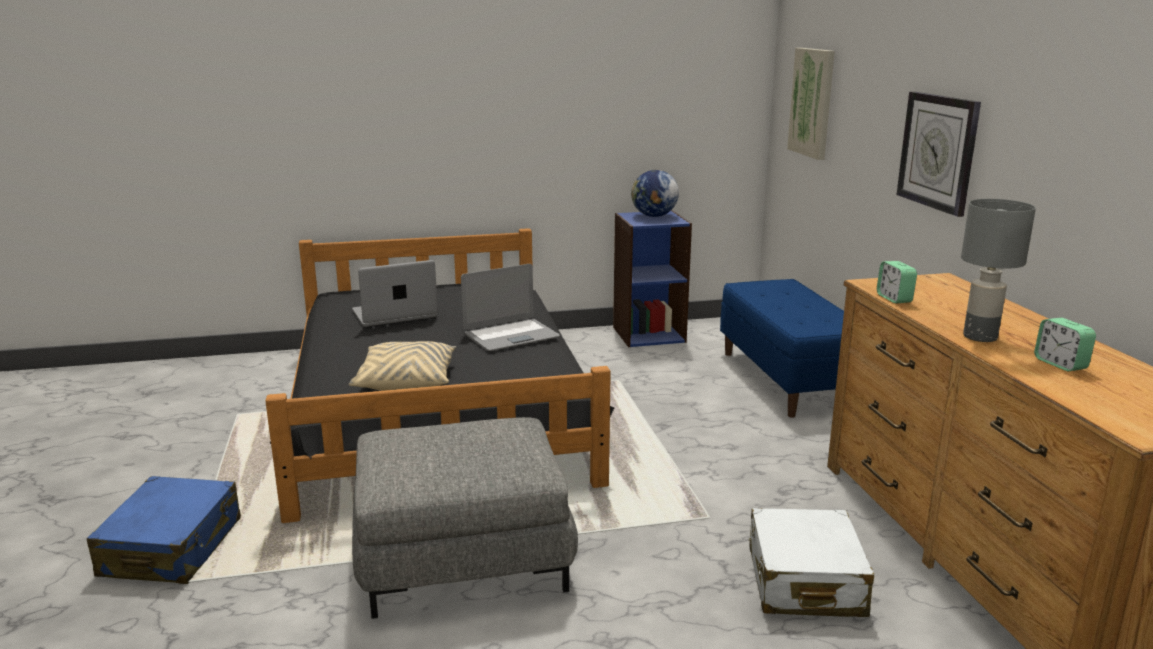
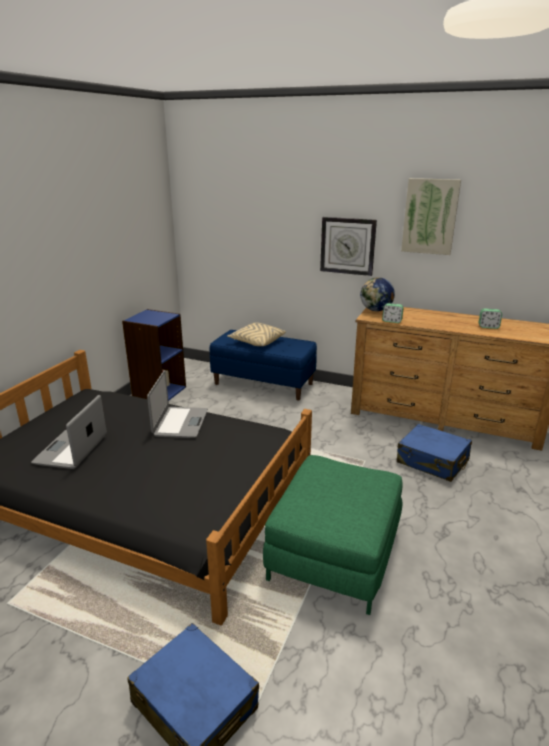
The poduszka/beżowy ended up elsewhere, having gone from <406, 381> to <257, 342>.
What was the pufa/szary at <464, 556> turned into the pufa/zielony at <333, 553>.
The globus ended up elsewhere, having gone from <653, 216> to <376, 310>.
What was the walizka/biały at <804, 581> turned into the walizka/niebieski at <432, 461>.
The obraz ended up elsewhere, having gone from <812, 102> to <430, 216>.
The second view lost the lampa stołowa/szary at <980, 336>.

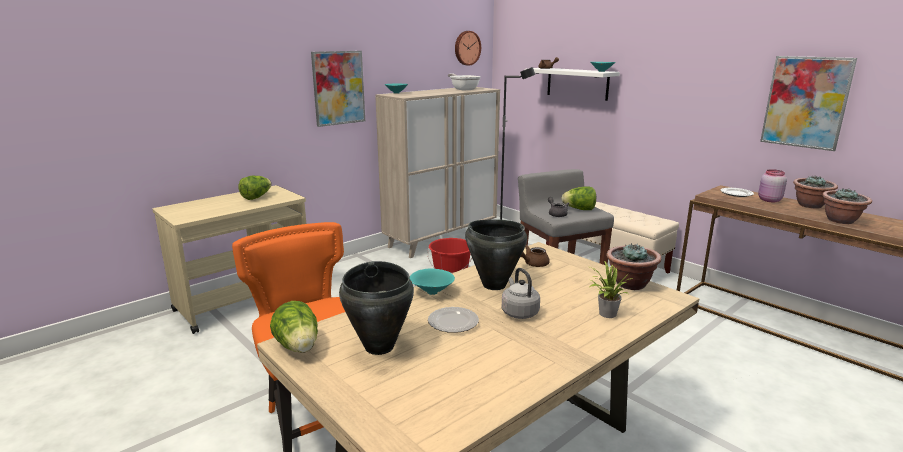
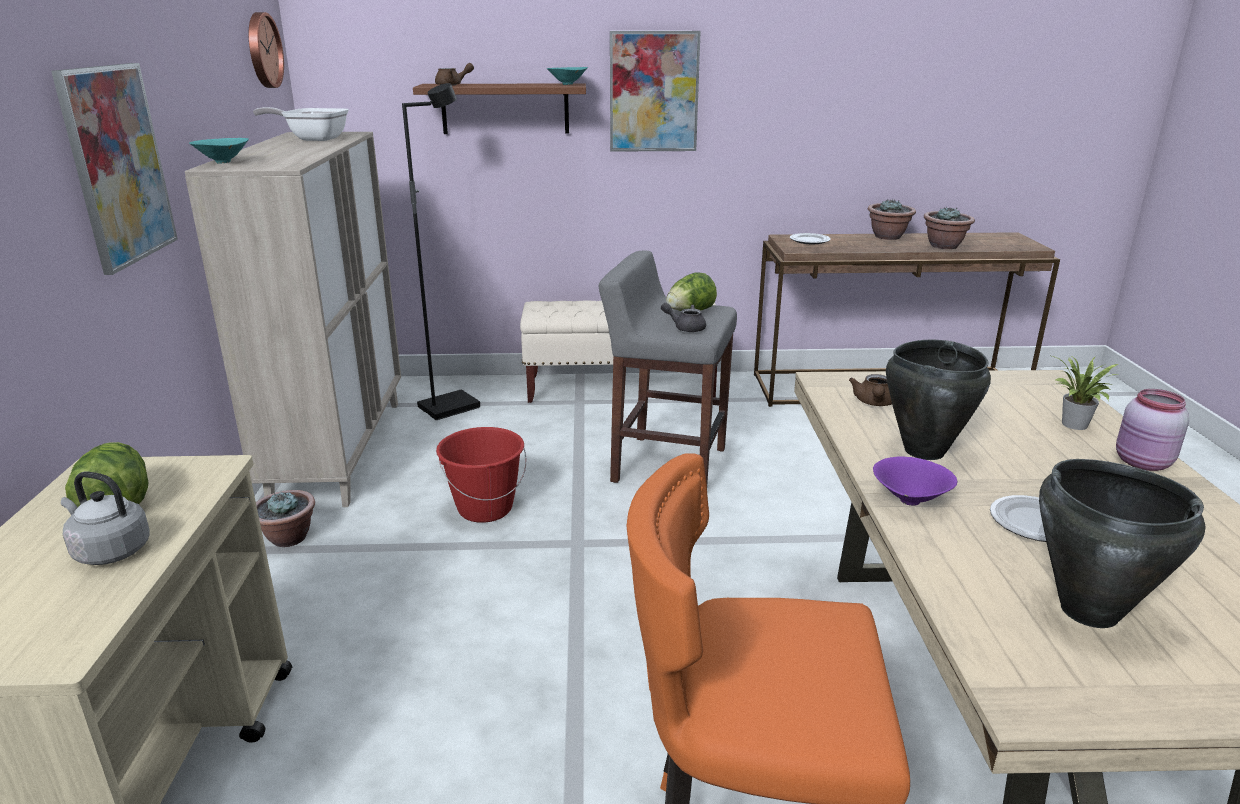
The czajnik/szary ended up elsewhere, having gone from <519, 312> to <109, 551>.
The roślina doniczkowa ended up elsewhere, having gone from <630, 284> to <288, 538>.
What was the półka/biały at <577, 83> turned into the półka/brązowy at <505, 108>.
The obraz ended up elsewhere, having gone from <806, 102> to <653, 92>.
What was the miska/turkusowy at <431, 292> turned into the miska/fioletowy at <909, 502>.
The słoik/różowy ended up elsewhere, having gone from <769, 200> to <1142, 463>.
The second view lost the sałata at <299, 347>.

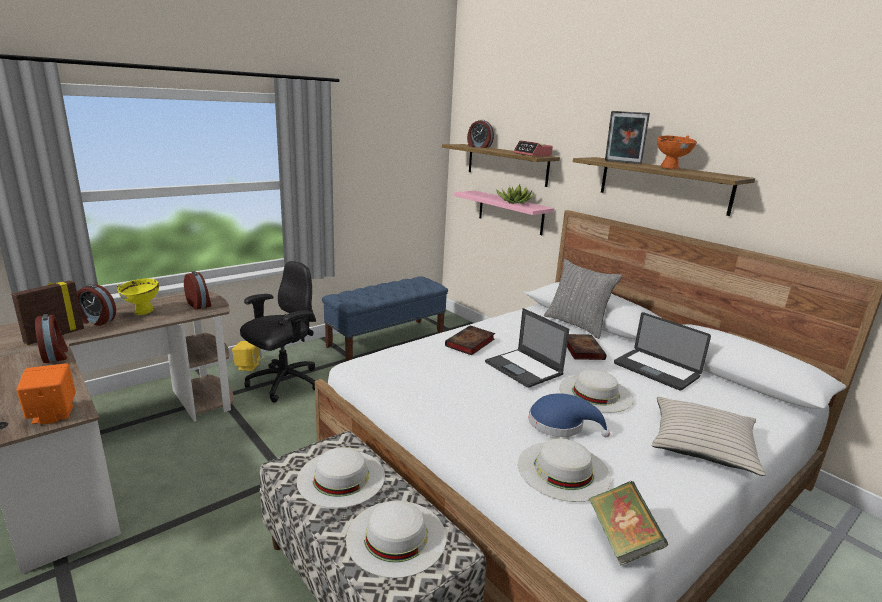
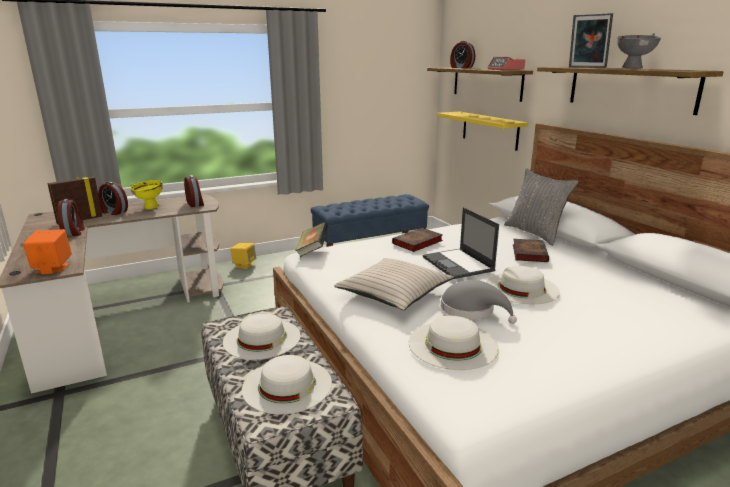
The książka ended up elsewhere, having gone from <622, 539> to <312, 251>.
The poduszka/beżowy ended up elsewhere, having gone from <702, 444> to <394, 293>.
What was the półka/różowy at <510, 212> turned into the półka/żółty at <489, 130>.
What was the kapelusz/niebieski at <560, 424> turned into the kapelusz/szary at <471, 310>.
What was the miska/pomarańczowy at <671, 168> turned into the miska/szary at <633, 68>.
The second view lost the krzesło biurowe/czarny at <283, 383>.
The second view lost the roślina doniczkowa at <515, 202>.
The second view lost the laptop at <655, 370>.

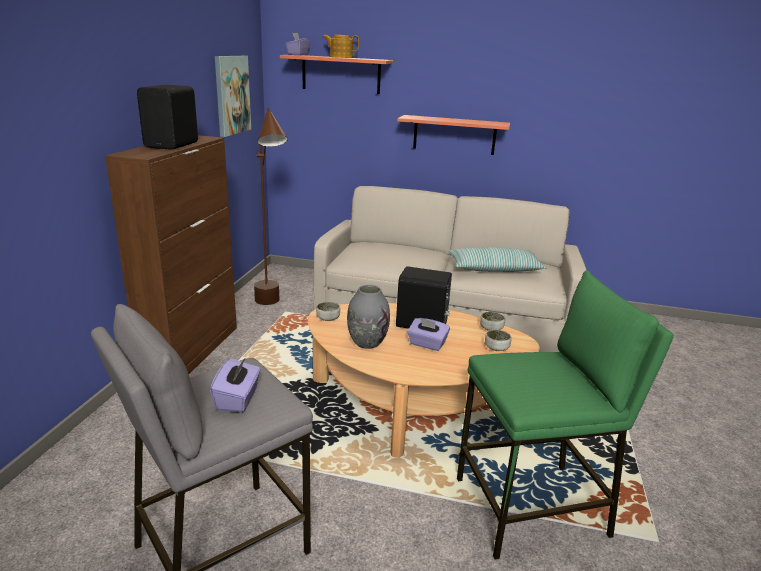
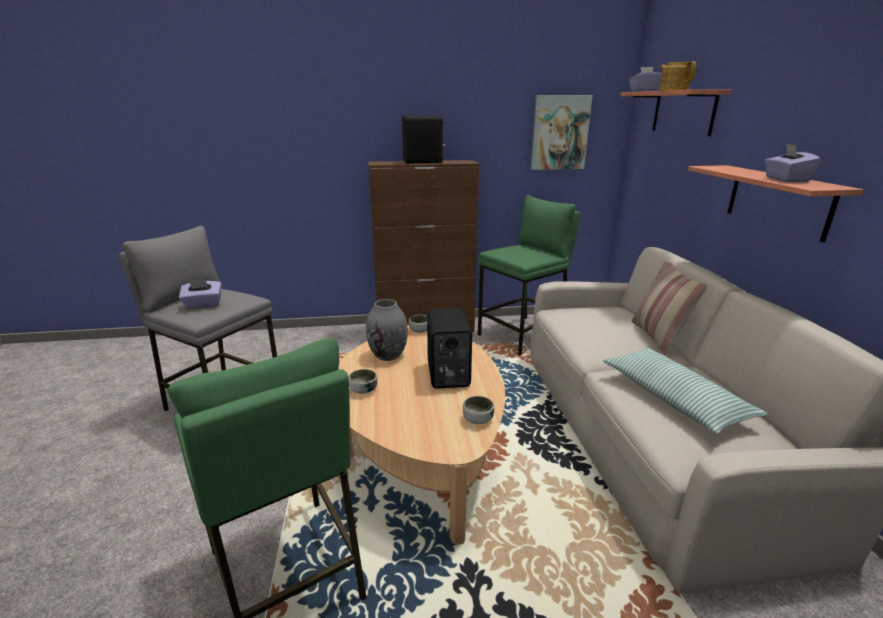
The miska ended up elsewhere, having gone from <496, 348> to <363, 390>.
Where the lampa stojąca/brązowy stood at <272, 308>, the stołek/zielony came to stand at <522, 335>.
The second view gained the poduszka at <658, 337>.
The pudełko chusteczek/fioletowy ended up elsewhere, having gone from <427, 344> to <785, 180>.

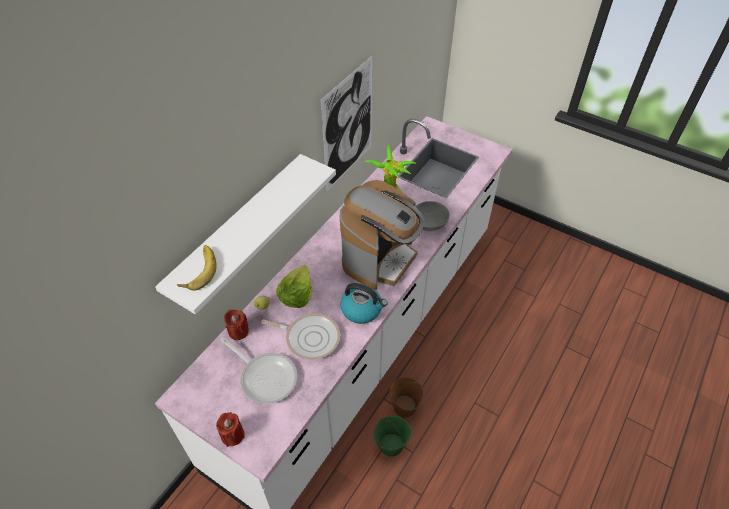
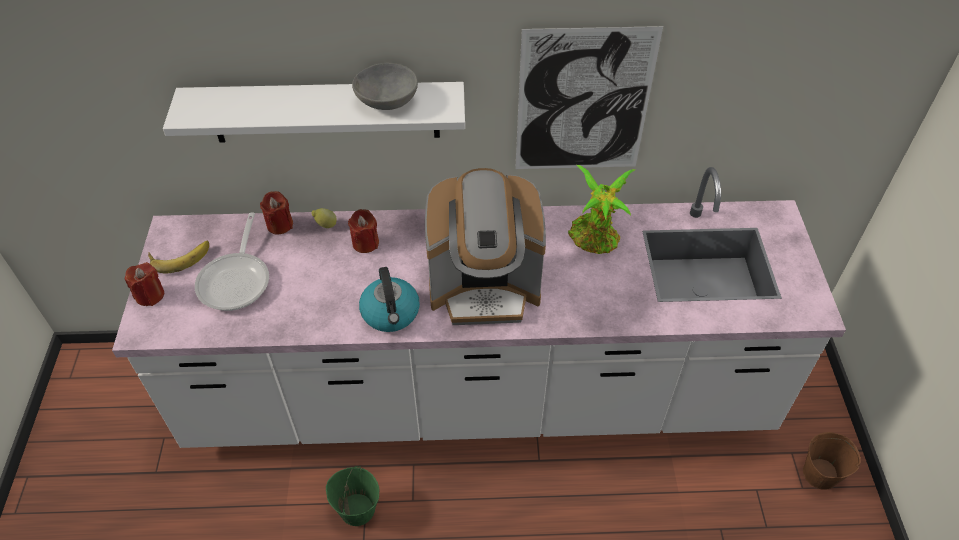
The banan ended up elsewhere, having gone from <198, 270> to <180, 256>.
Where the sałata stood at <296, 295>, the świeca/czerwony came to stand at <365, 243>.
The miska/szary ended up elsewhere, having gone from <429, 223> to <387, 100>.
The wiadro/brązowy ended up elsewhere, having gone from <405, 407> to <819, 474>.
The second view lost the patelnia at <309, 337>.

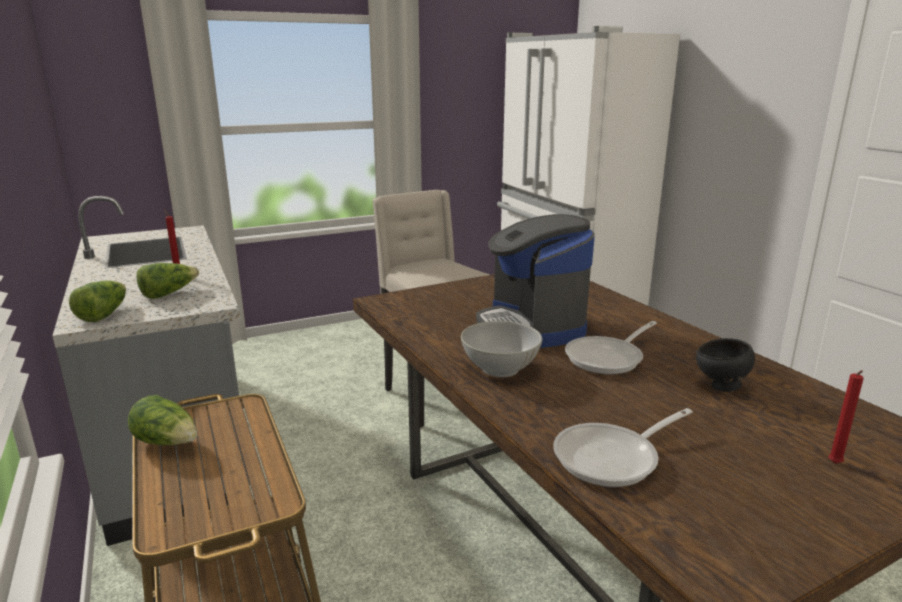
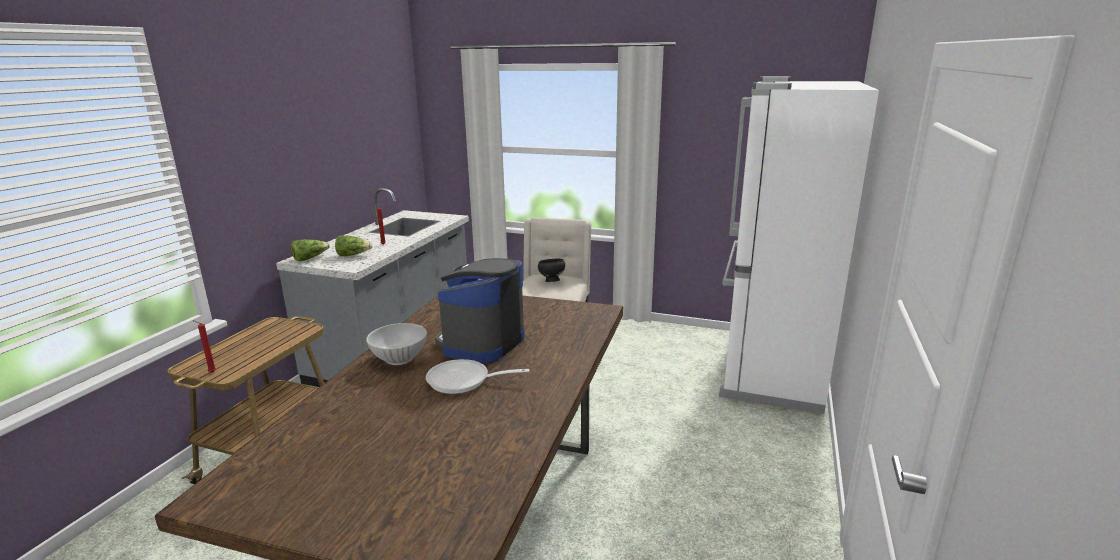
The świeca/czerwony ended up elsewhere, having gone from <835, 464> to <211, 372>.
The miska/czarny ended up elsewhere, having gone from <720, 387> to <551, 281>.
The second view lost the sałata at <168, 442>.
The second view lost the patelnia at <613, 458>.

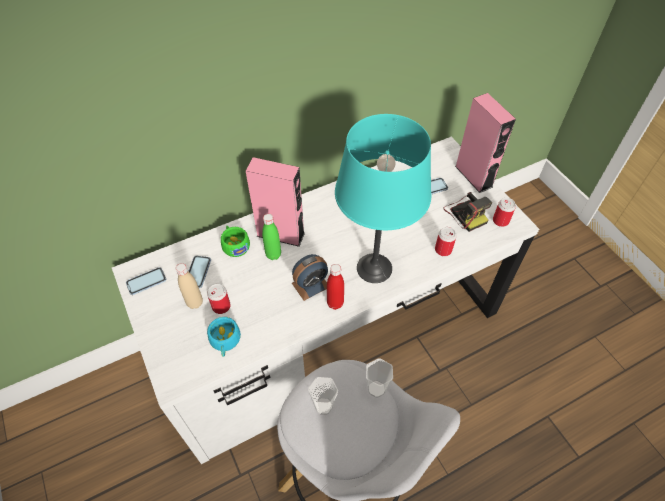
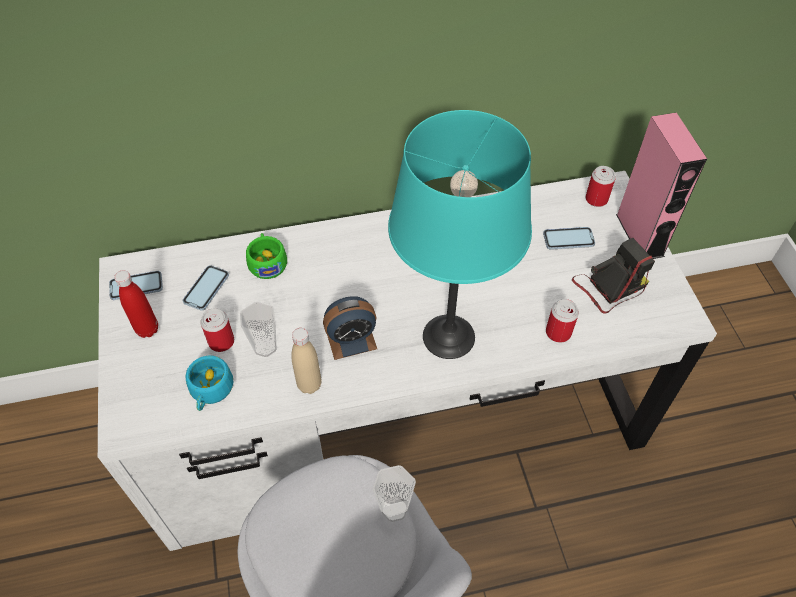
The butelka/czerwony ended up elsewhere, having gone from <335, 303> to <147, 329>.
The filiżanka ended up elsewhere, having gone from <323, 406> to <265, 347>.
The butelka/beżowy ended up elsewhere, having gone from <195, 303> to <309, 385>.
The aparat fotograficzny at <465, 213> ended up facing another way, 105 degrees counterclockwise from before.
The puszka ended up elsewhere, having gone from <500, 221> to <596, 199>.
The second view lost the głośnik/różowy at <280, 234>.
The second view lost the butelka/zielony at <273, 255>.

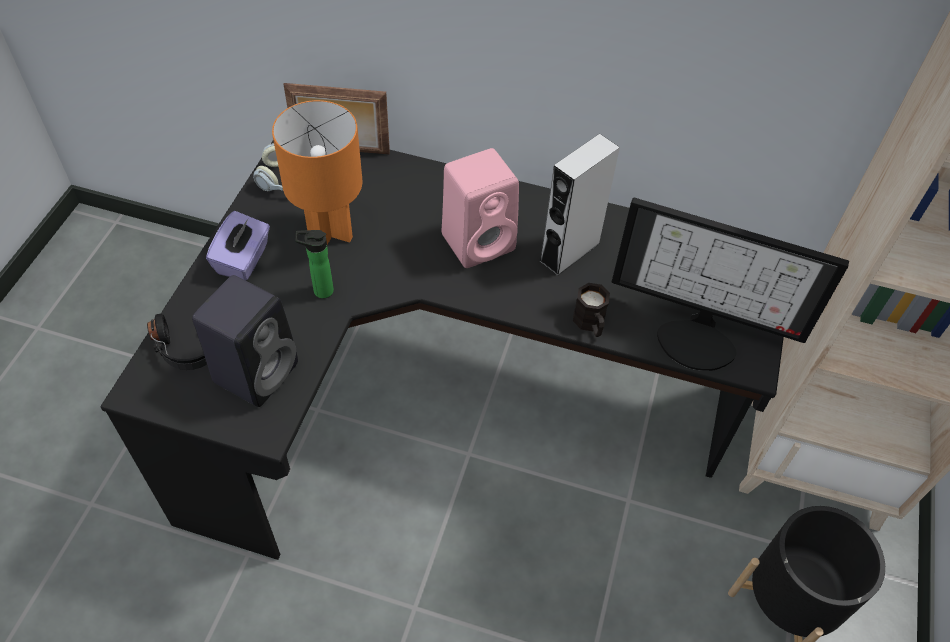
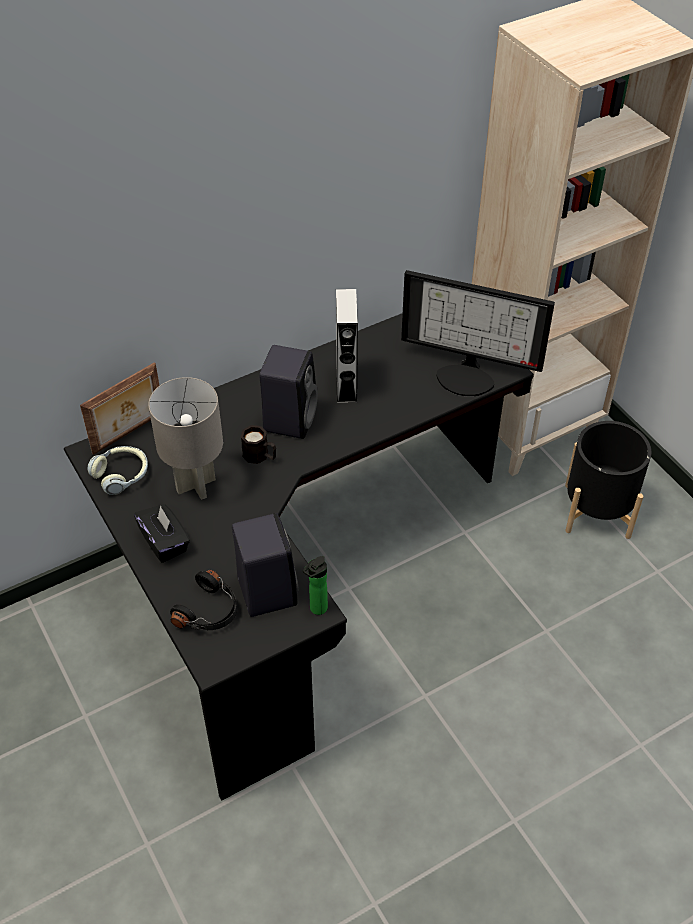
What was the pudełko chusteczek/fioletowy at <243, 260> turned into the pudełko chusteczek/czarny at <165, 542>.
What was the lampa stołowa/pomarańczowy at <330, 233> turned into the lampa stołowa/szary at <196, 484>.
The kubek/czarny ended up elsewhere, having gone from <590, 324> to <260, 456>.
What was the głośnik/różowy at <480, 241> turned into the głośnik/czarny at <290, 418>.
The butelka ended up elsewhere, having gone from <320, 291> to <316, 609>.
The monitor at <699, 338> ended up facing another way, 45 degrees clockwise from before.

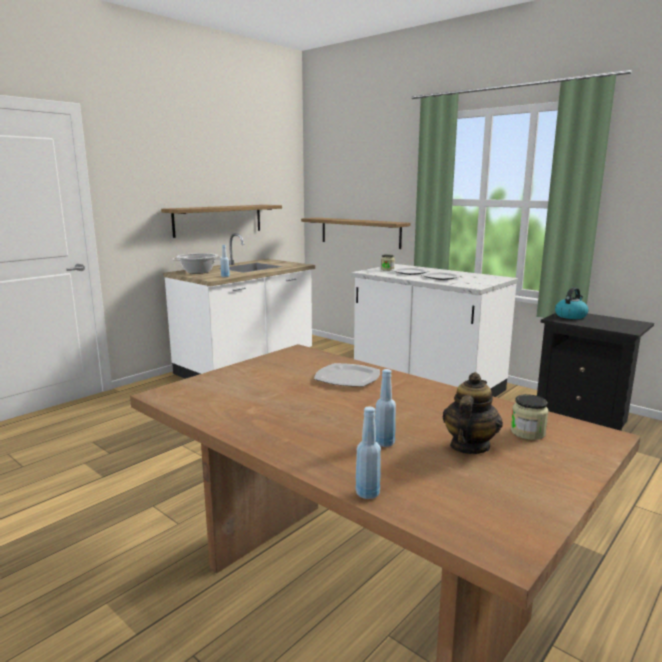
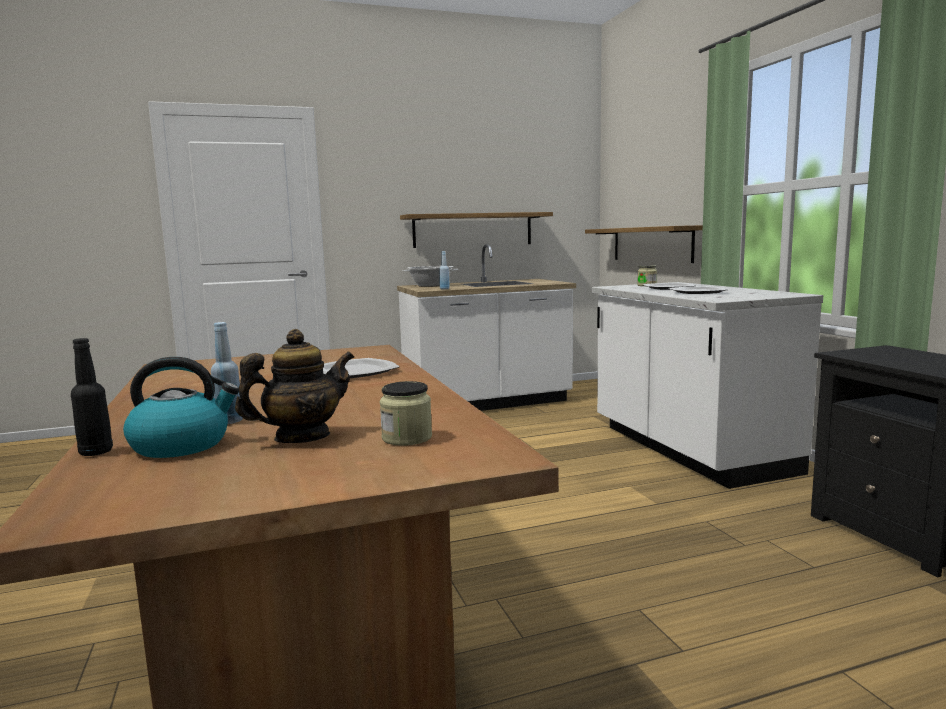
What was the butelka/niebieski at <367, 493> turned into the butelka/czarny at <96, 452>.
The czajnik ended up elsewhere, having gone from <570, 316> to <182, 445>.

